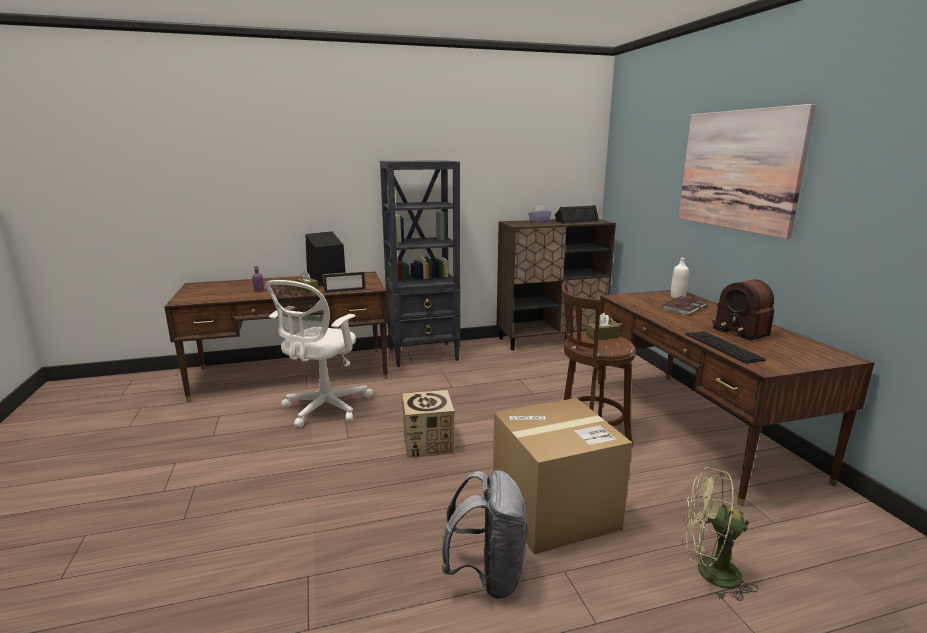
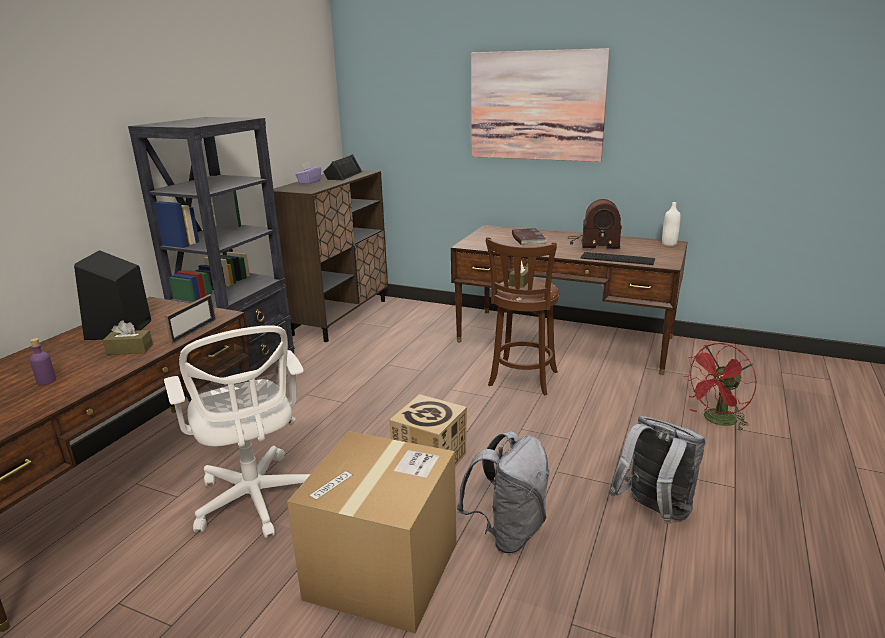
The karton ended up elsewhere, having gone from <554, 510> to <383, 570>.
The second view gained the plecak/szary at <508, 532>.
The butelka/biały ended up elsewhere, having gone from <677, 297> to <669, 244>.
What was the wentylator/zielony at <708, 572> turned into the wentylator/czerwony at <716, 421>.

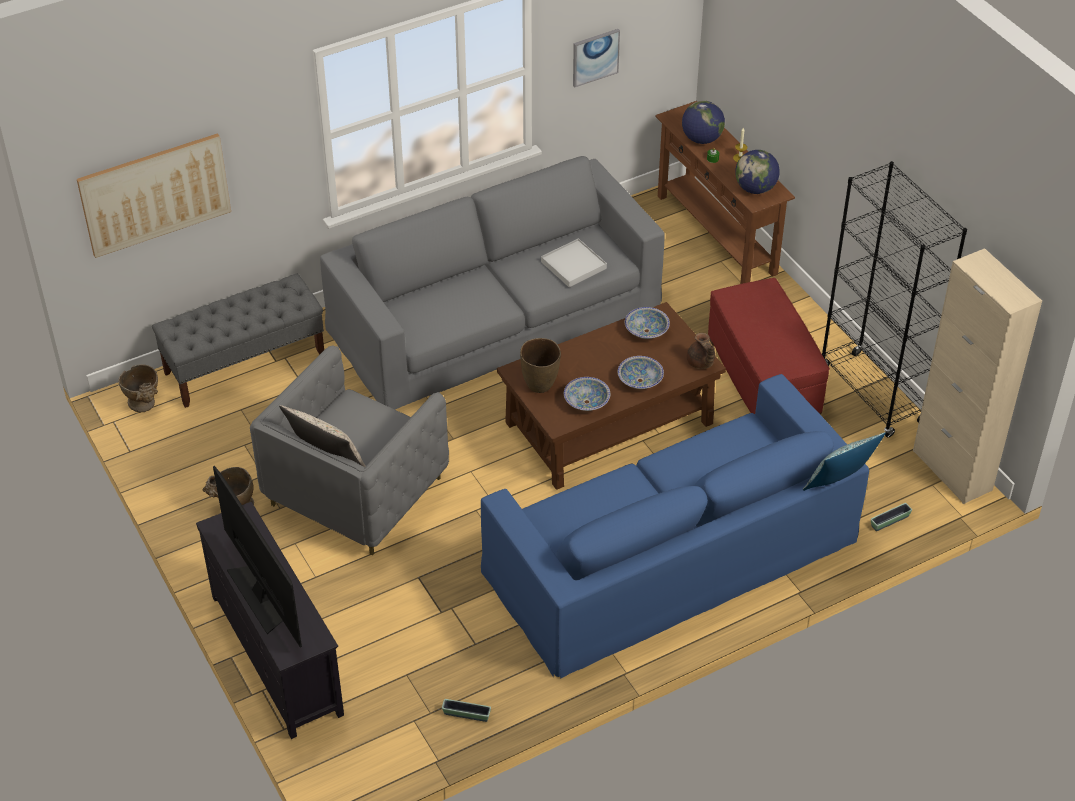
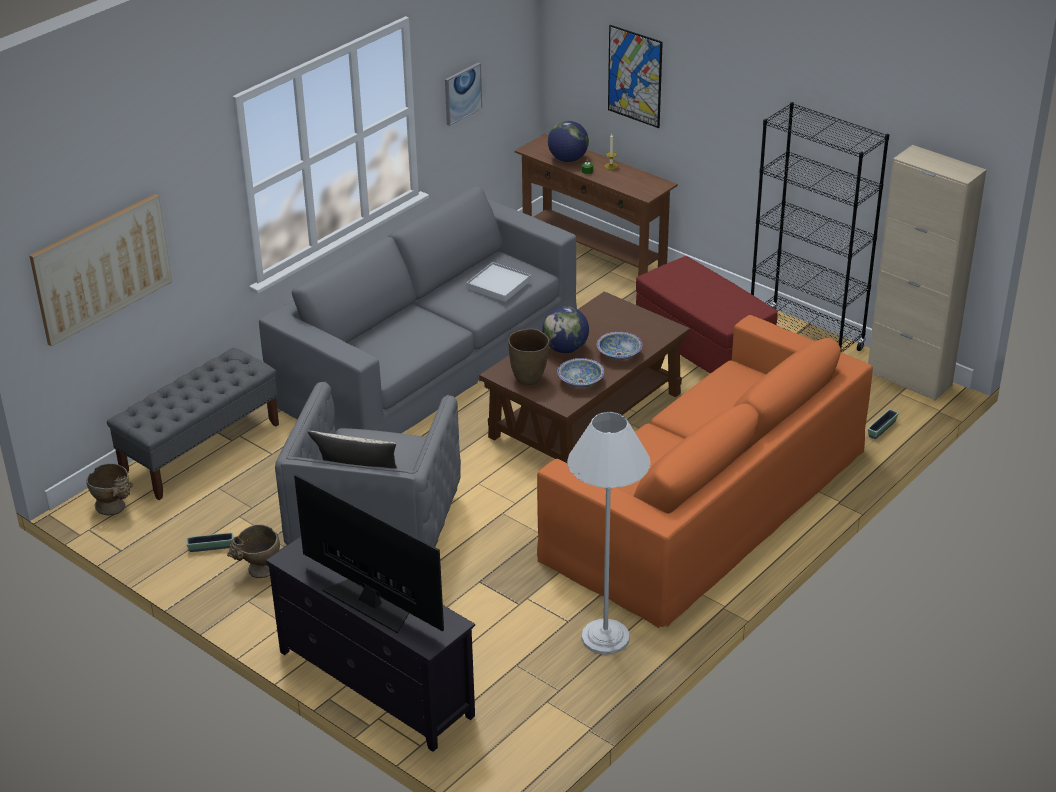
The donica ended up elsewhere, having gone from <466, 714> to <211, 547>.
What was the kanapa/niebieski at <670, 554> turned into the kanapa/pomarańczowy at <706, 502>.
The globus ended up elsewhere, having gone from <755, 189> to <565, 349>.
The second view gained the lampa stojąca/biały at <605, 637>.
The second view gained the obraz at <635, 76>.
The second view lost the miska at <646, 331>.
The second view lost the imbryk/brązowy at <701, 363>.
The second view lost the poduszka at <839, 483>.

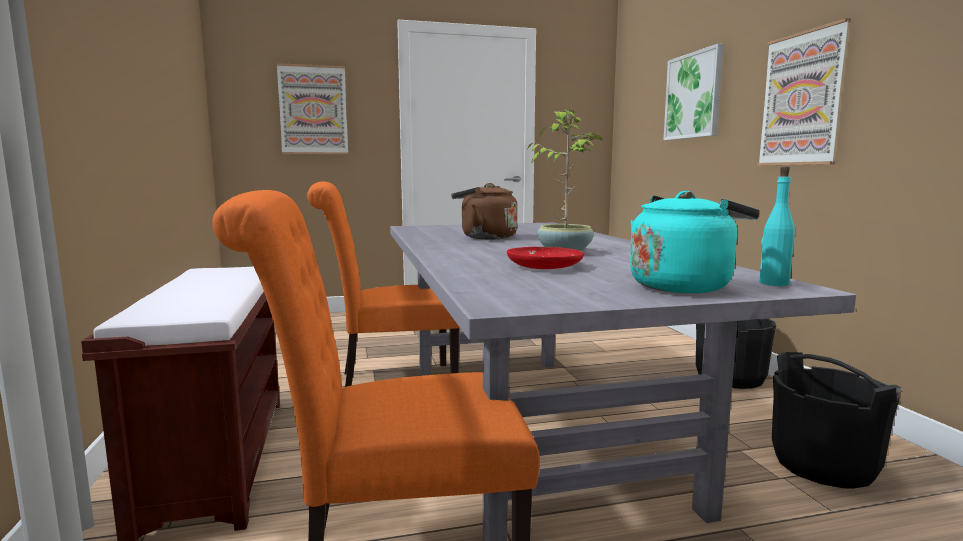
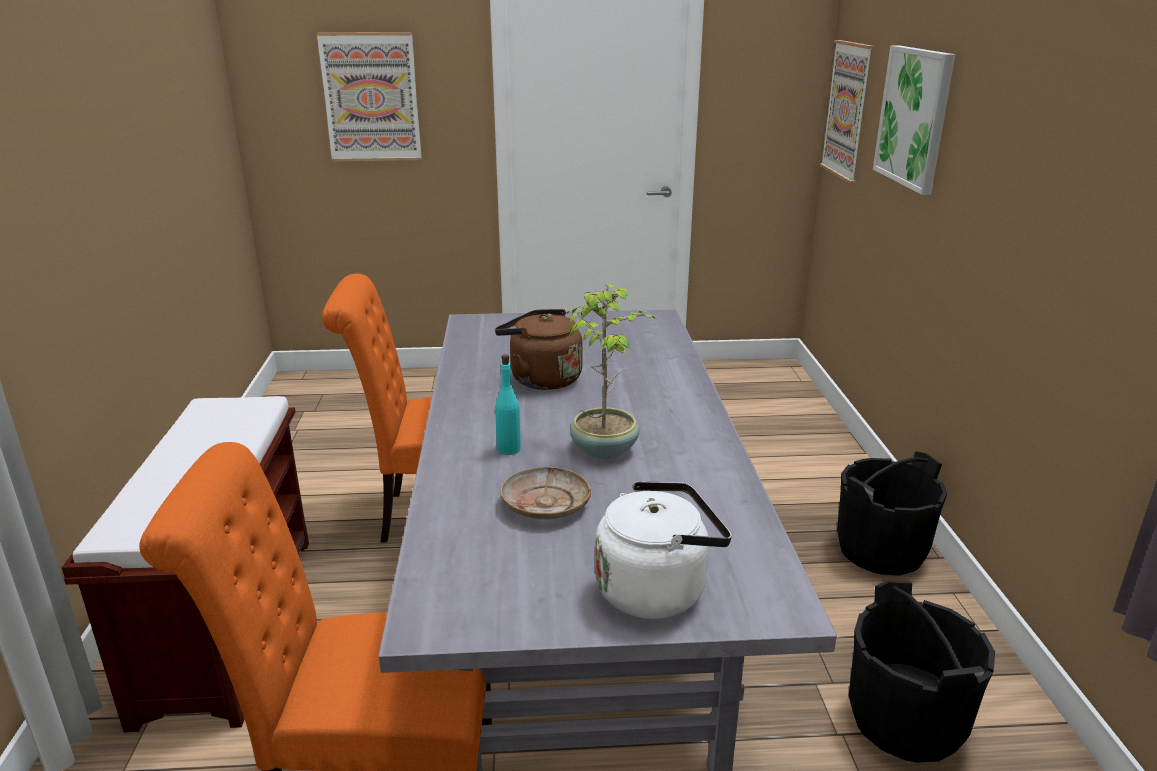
The butelka/turkusowy ended up elsewhere, having gone from <773, 283> to <508, 449>.
What was the talerz/czerwony at <544, 266> turned into the talerz/beżowy at <545, 504>.
What was the czajnik/turkusowy at <683, 286> turned into the czajnik/biały at <656, 589>.
The obraz ended up elsewhere, having gone from <801, 99> to <847, 110>.

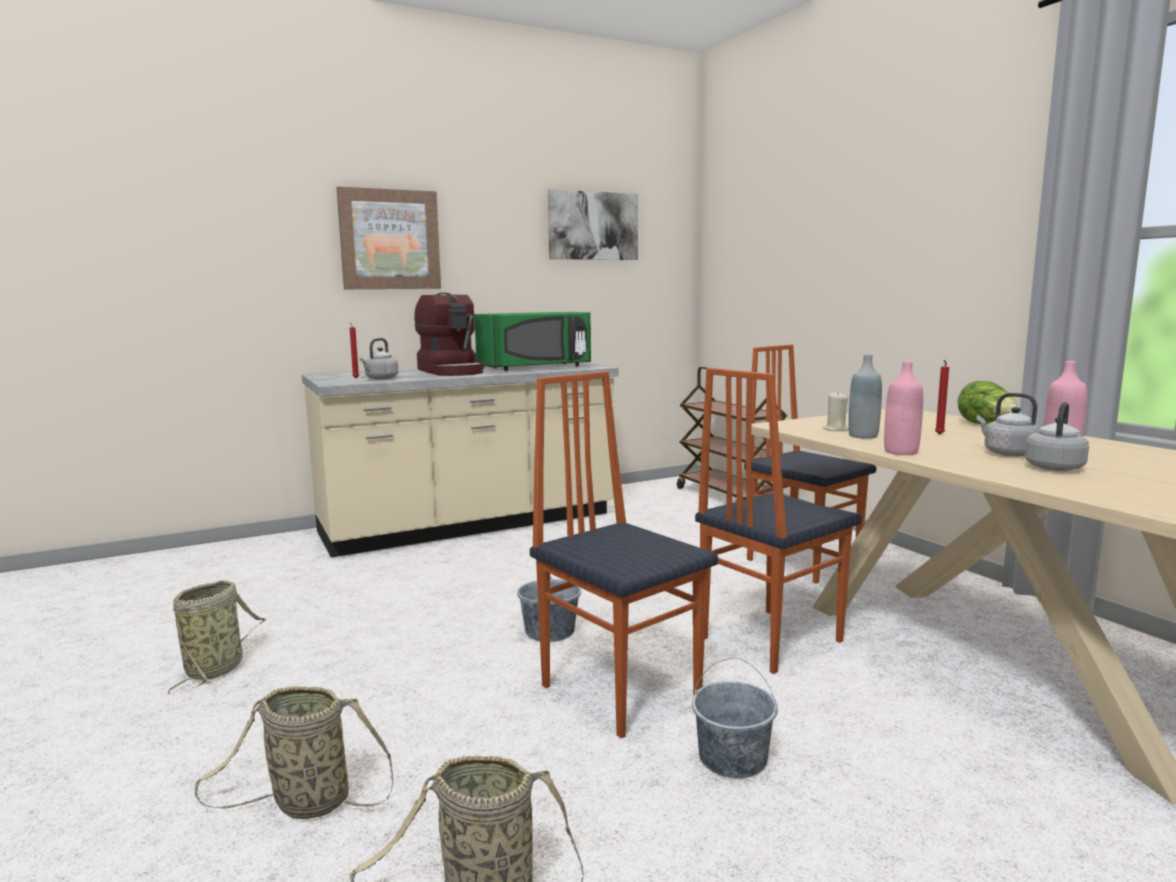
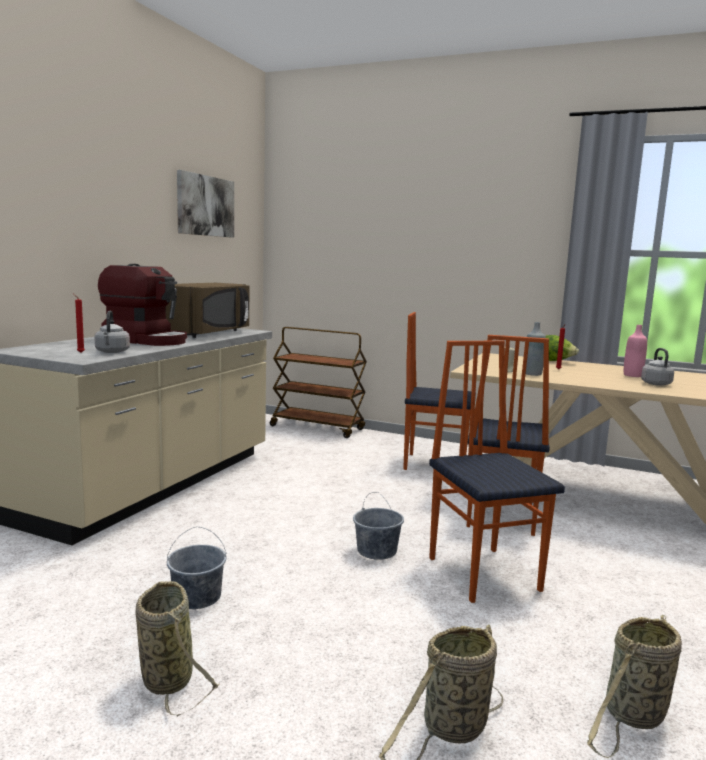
What was the mikrofalówka/zielony at <536, 367> turned into the mikrofalówka/brązowy at <207, 333>.
The wiadro/szary ended up elsewhere, having gone from <732, 758> to <196, 597>.
The krzesło at <621, 690> ended up facing another way, 60 degrees clockwise from before.
The second view lost the obraz at <389, 240>.
The second view lost the butelka/różowy at <901, 452>.
The second view lost the czajnik/szary at <1007, 453>.

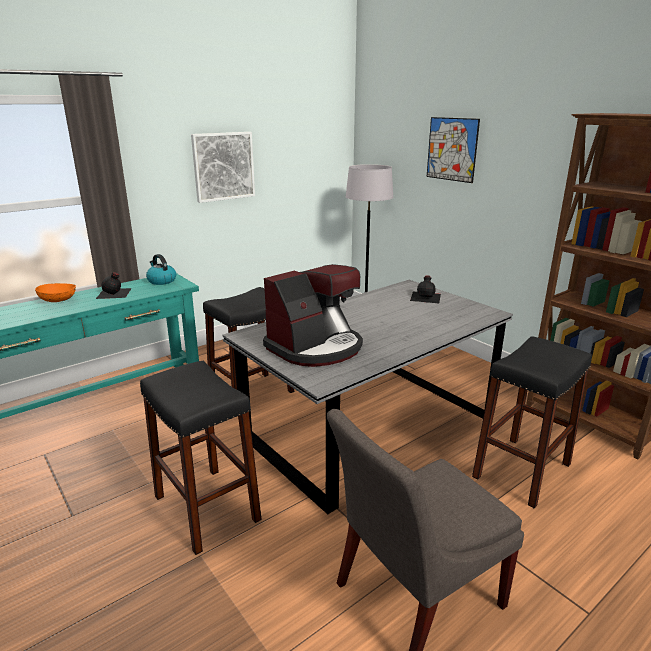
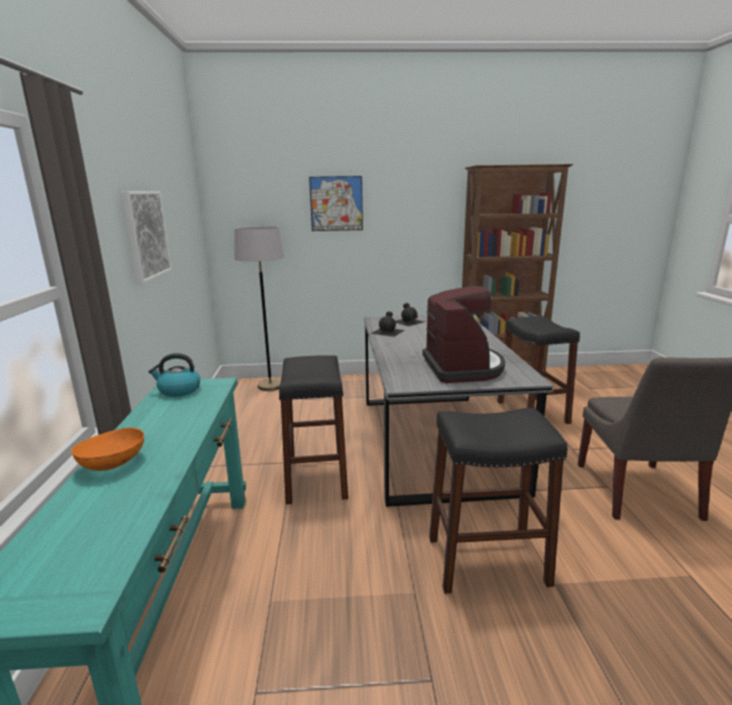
The butelka/czarny ended up elsewhere, having gone from <114, 293> to <388, 331>.

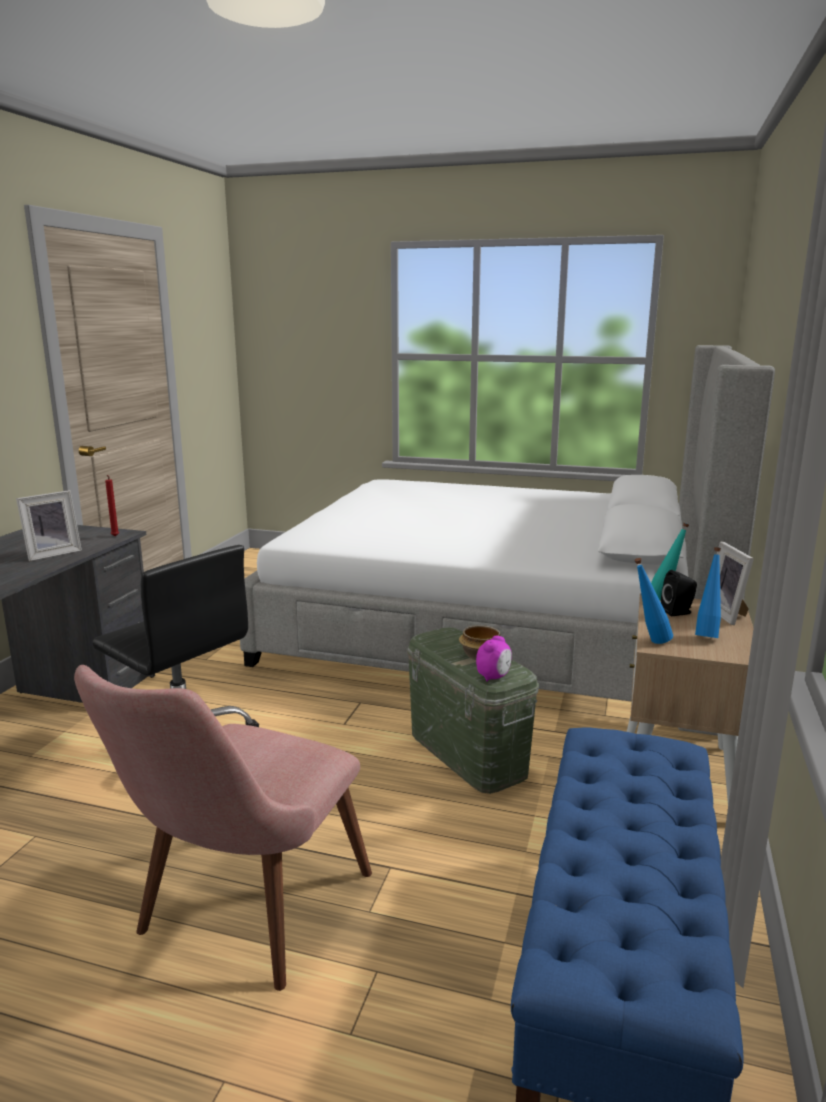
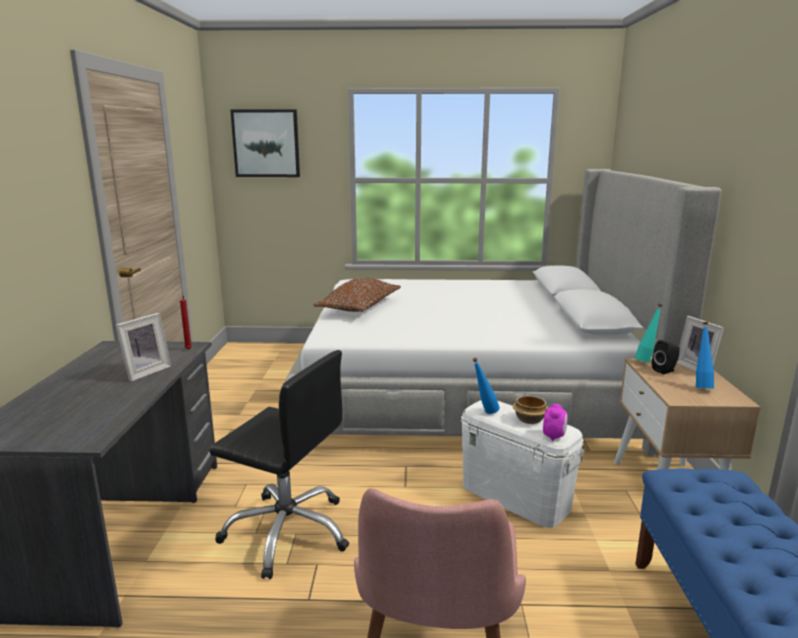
The second view gained the obraz at <266, 143>.
The second view gained the poduszka/brązowy at <359, 307>.
What was the pojemnik do przechowywania/zielony at <468, 753> turned into the pojemnik do przechowywania/biały at <515, 496>.
The butelka/niebieski ended up elsewhere, having gone from <649, 642> to <484, 413>.

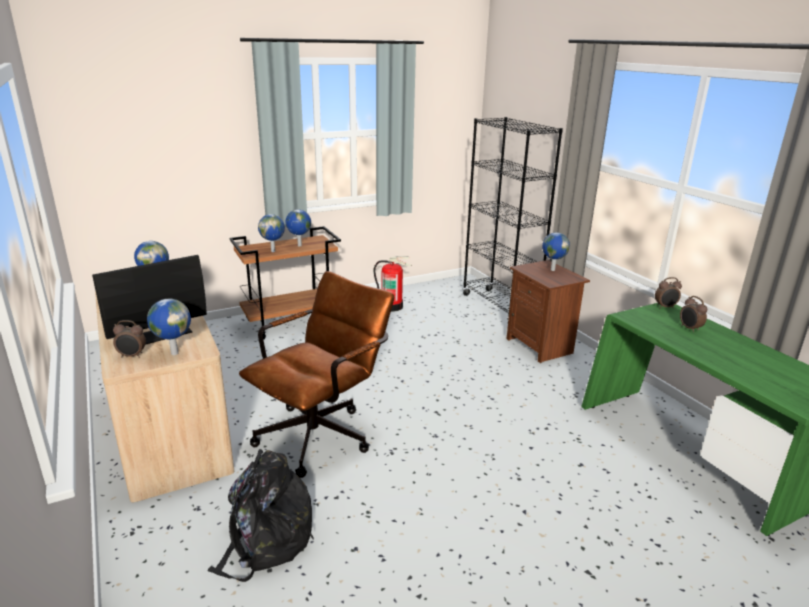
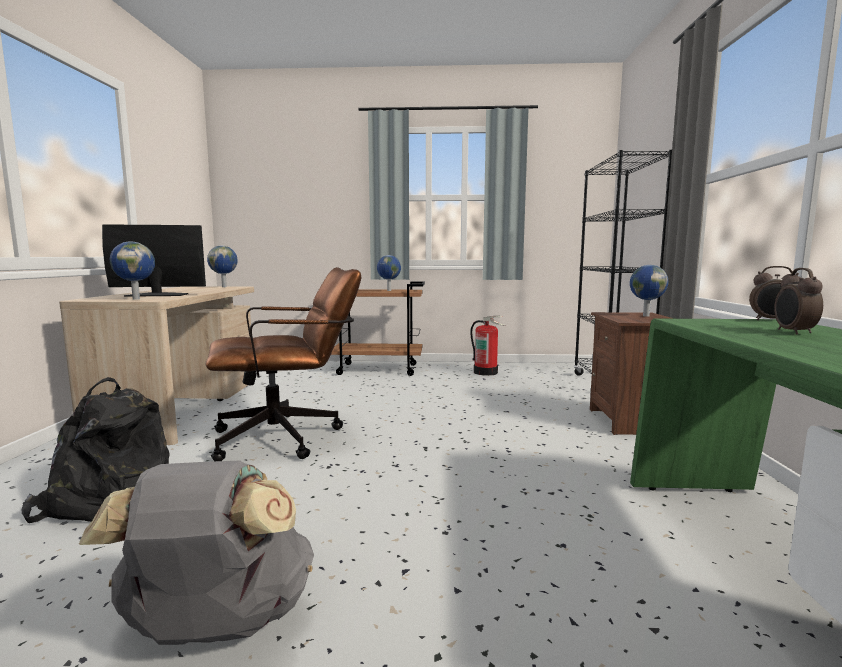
The second view gained the plecak/szary at <217, 627>.
The second view lost the budzik at <132, 356>.
The second view lost the globus at <273, 251>.

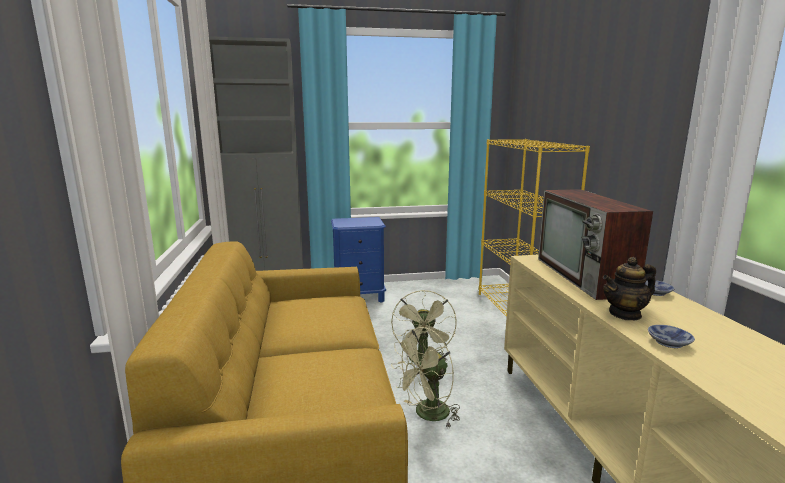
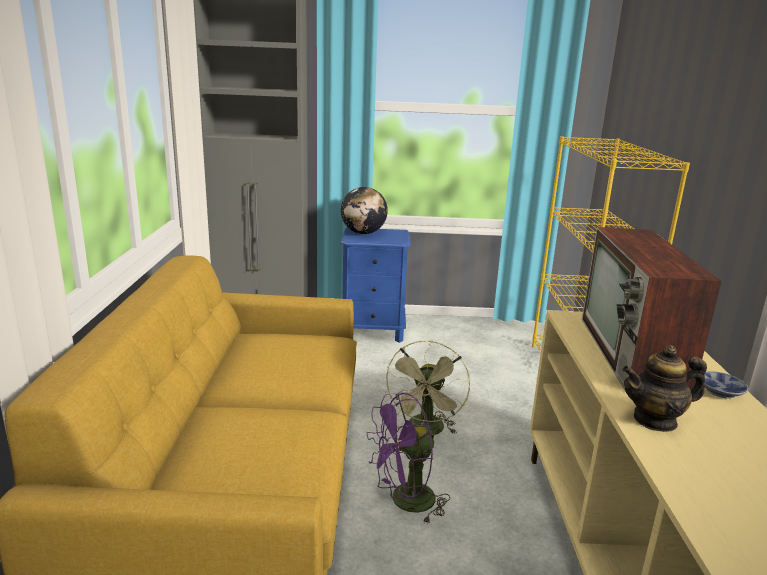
The second view gained the globus at <363, 233>.
What was the wentylator/zielony at <427, 415> turned into the wentylator/fioletowy at <405, 502>.
The second view lost the miska at <670, 343>.

